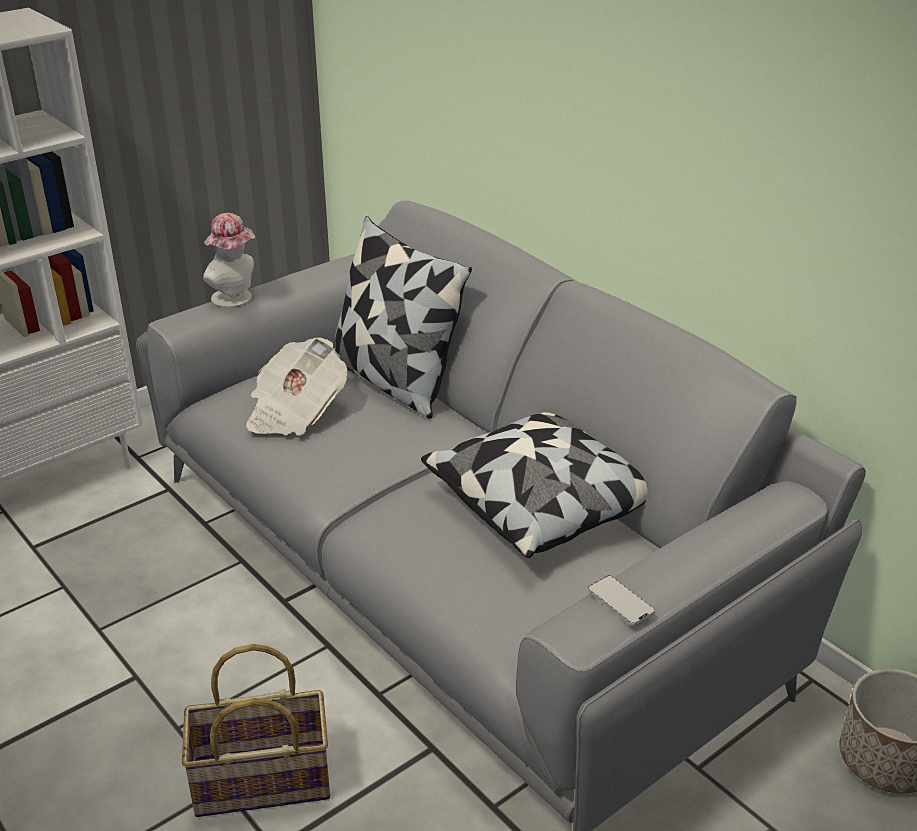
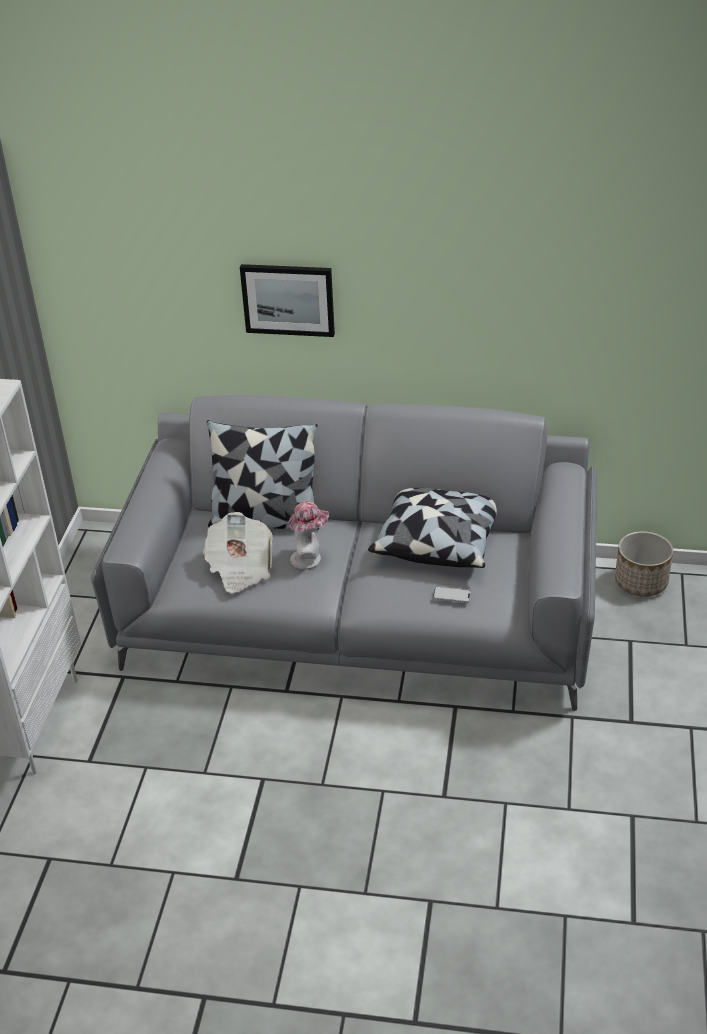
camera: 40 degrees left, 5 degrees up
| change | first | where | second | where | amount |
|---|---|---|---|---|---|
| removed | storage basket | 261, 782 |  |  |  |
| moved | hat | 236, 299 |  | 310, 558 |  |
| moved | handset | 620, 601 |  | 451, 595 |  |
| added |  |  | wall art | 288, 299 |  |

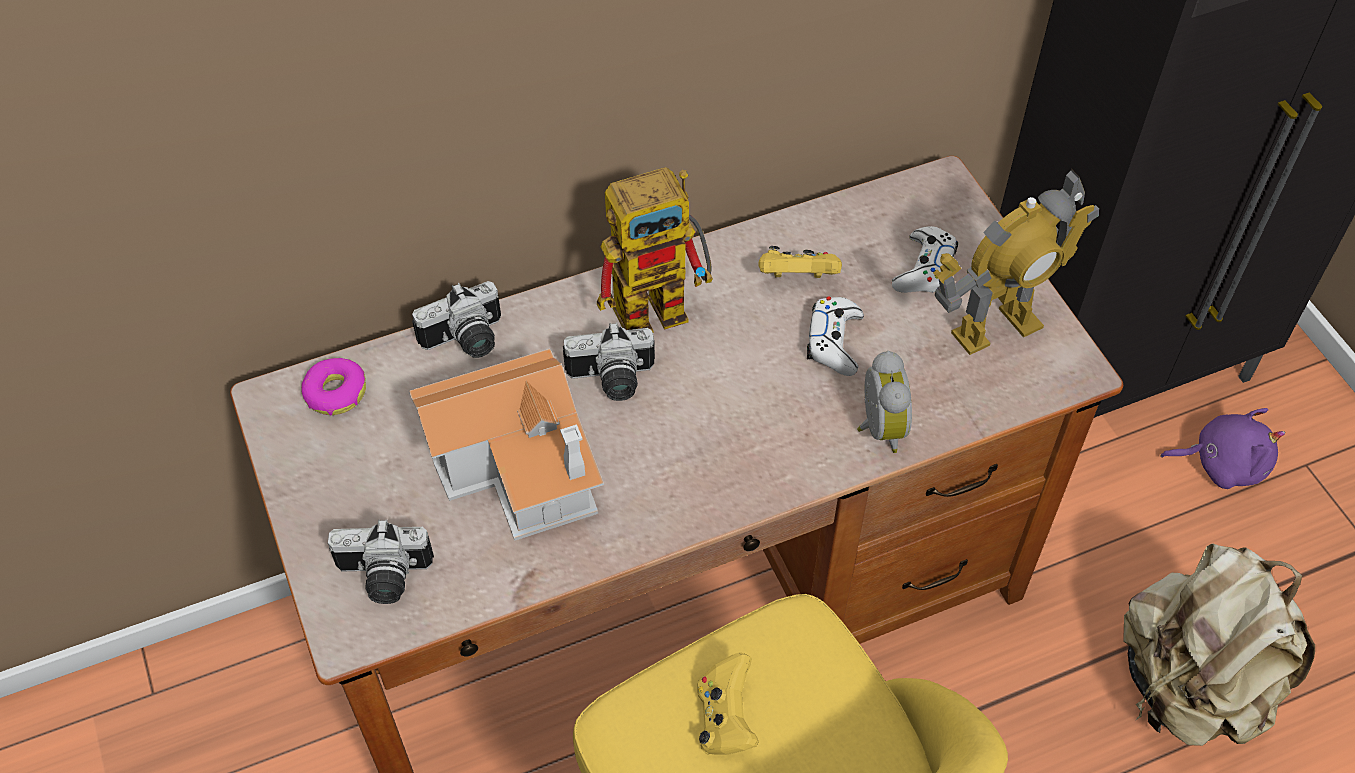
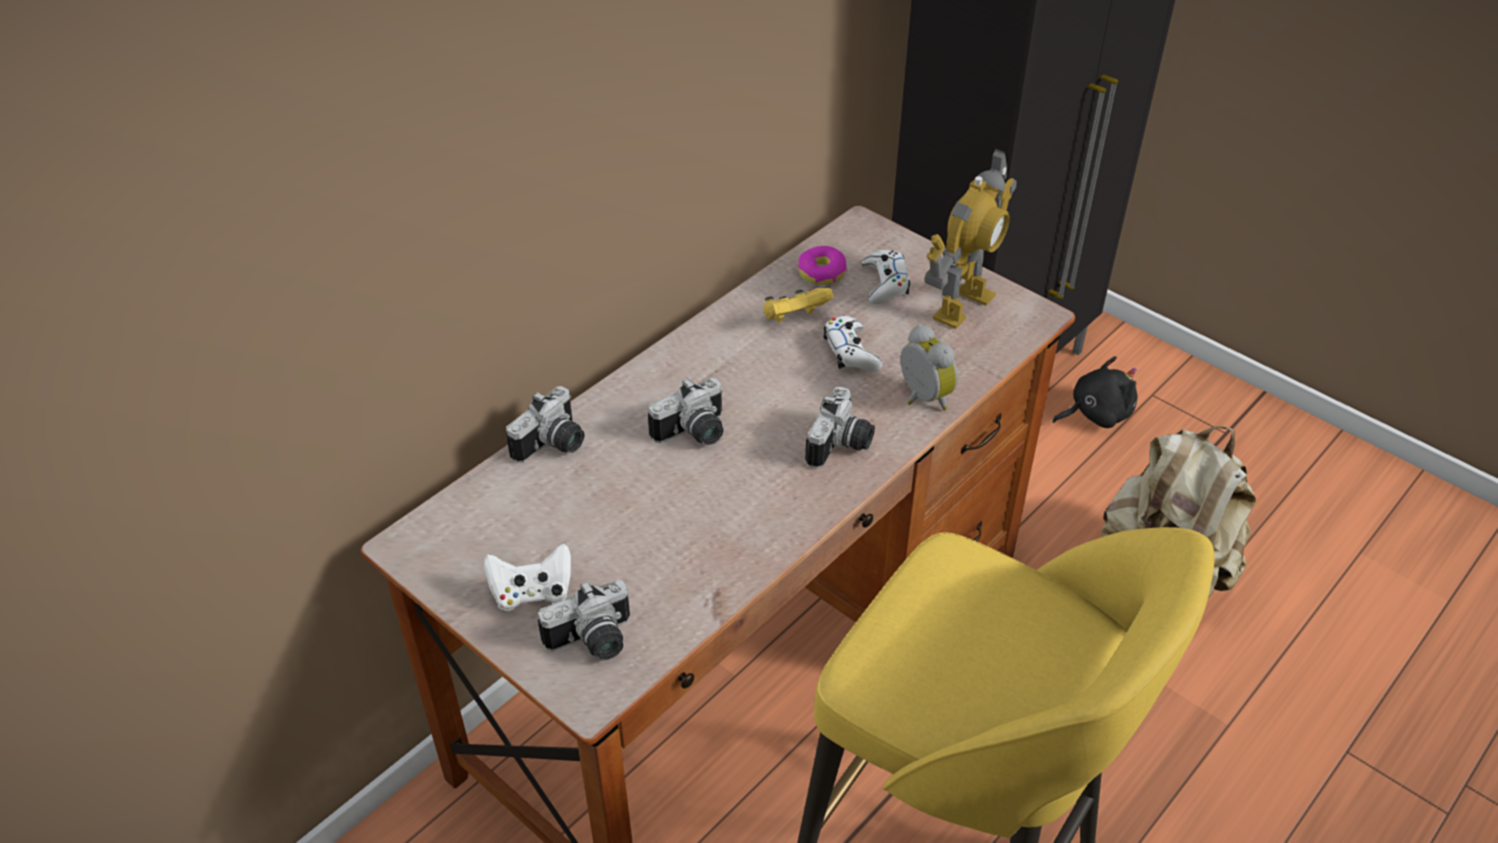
camera: 25 degrees left, 10 degrees down
| change | first | where | second | where | amount |
|---|---|---|---|---|---|
| moved | ring doughnut | 335, 393 |  | 821, 272 |  |
| removed | model house | 522, 465 |  |  |  |
| removed | toy robot | 663, 304 |  |  |  |
| removed | gamepad in yellowish | 725, 719 |  |  |  |
| recoloured | soft toy in purple-coloured | 1222, 463 | soft toy in black-coloured | 1096, 413 |  |
| added |  |  | gamepad in whitish | 532, 593 |  |
| added |  |  | photo camera | 842, 446 |  |

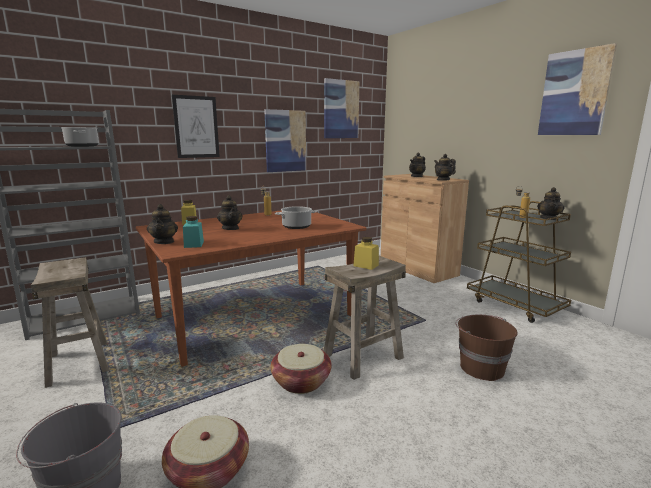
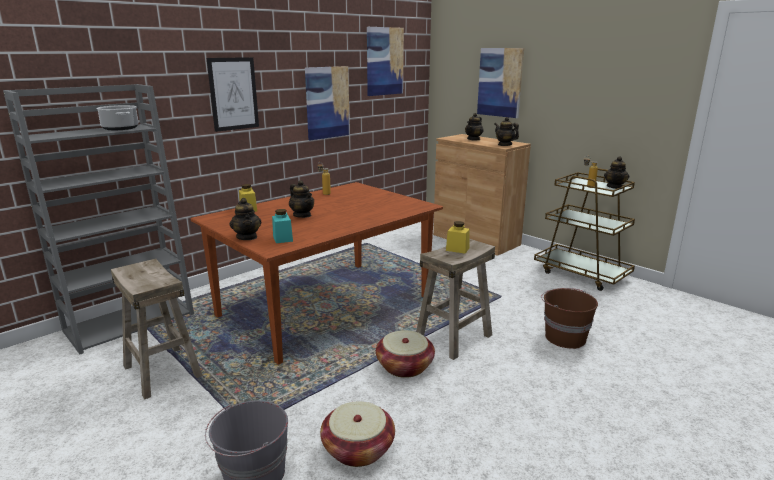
camera: 10 degrees left, 5 degrees up
| change | first | where | second | where | amount |
|---|---|---|---|---|---|
| removed | stockpot | 296, 226 |  |  |  |
| moved | wall art | 574, 93 |  | 500, 82 |  |

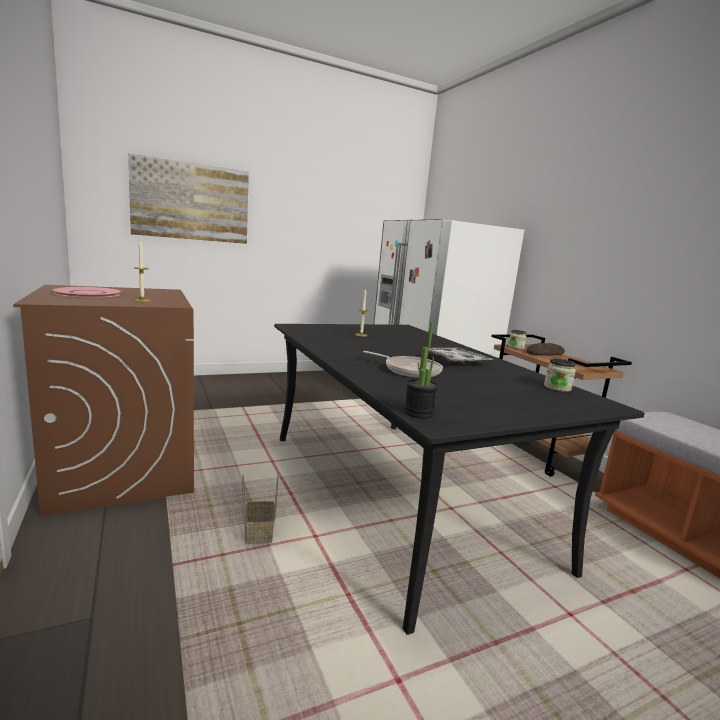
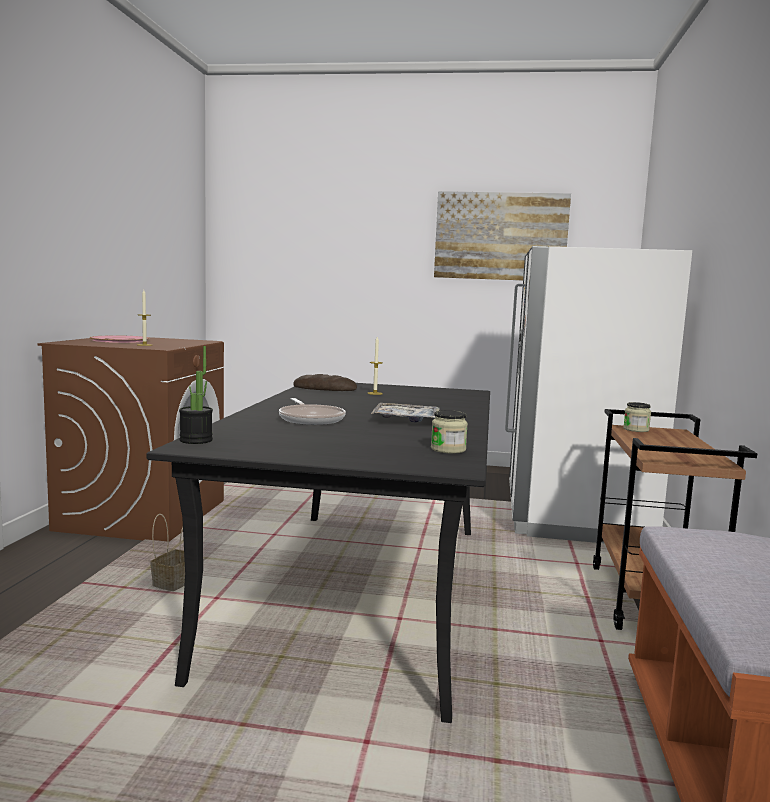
camera: 35 degrees right, 5 degrees down
| change | first | where | second | where | amount |
|---|---|---|---|---|---|
| moved | wall art | 191, 202 |  | 500, 236 |  |
| moved | baked bread | 545, 353 |  | 325, 389 |  |

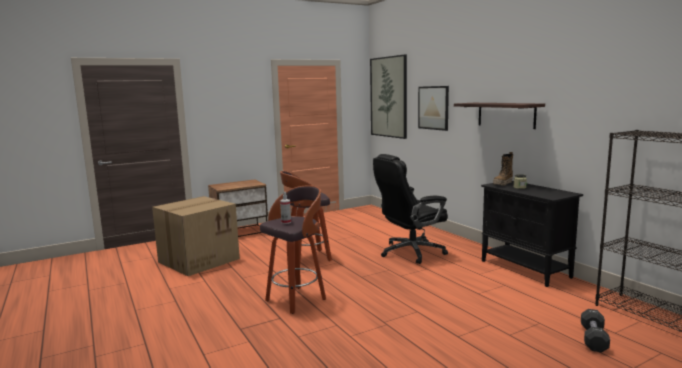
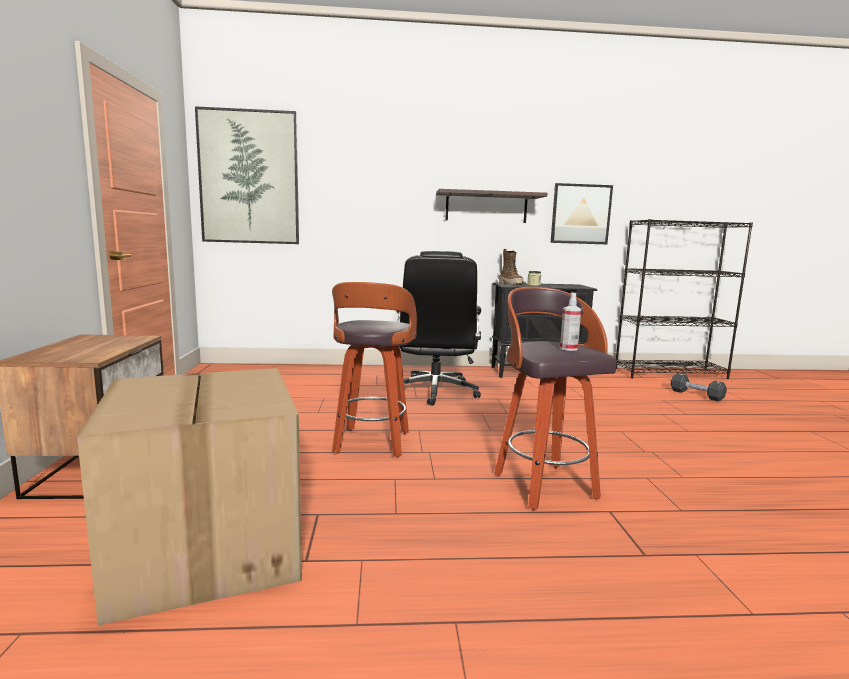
camera: 65 degrees left, 0 degrees up
| change | first | where | second | where | amount |
|---|---|---|---|---|---|
| moved | wall art | 433, 107 |  | 580, 214 |  |

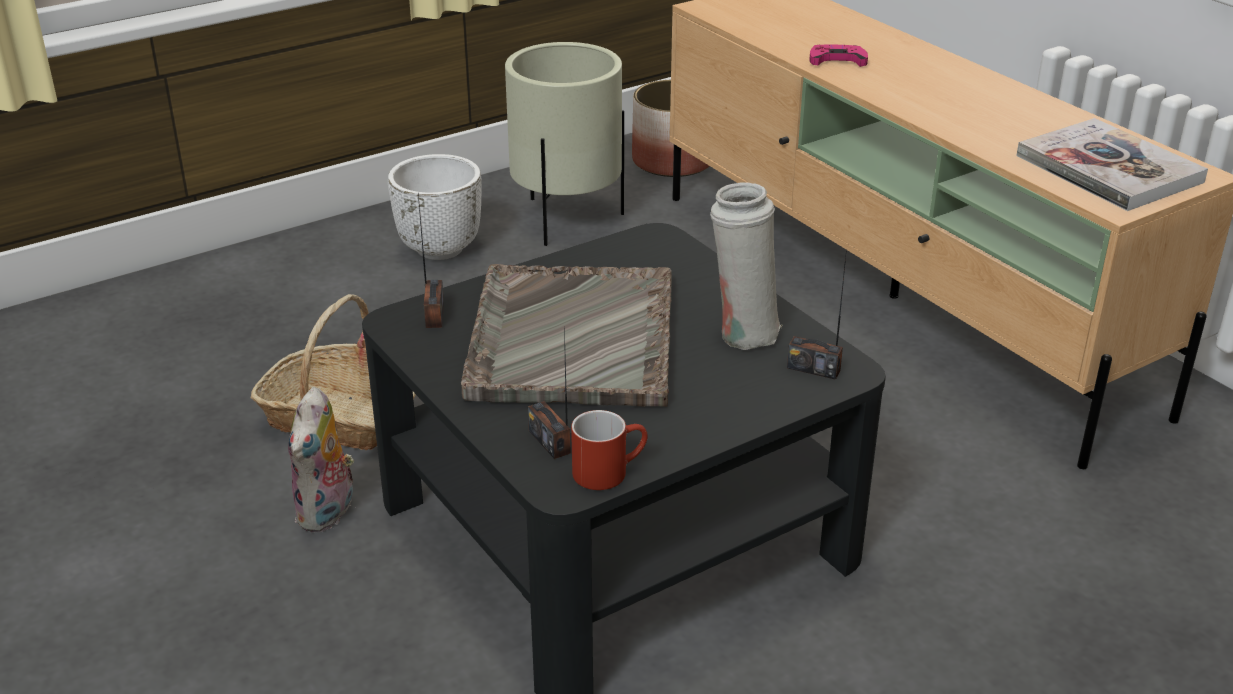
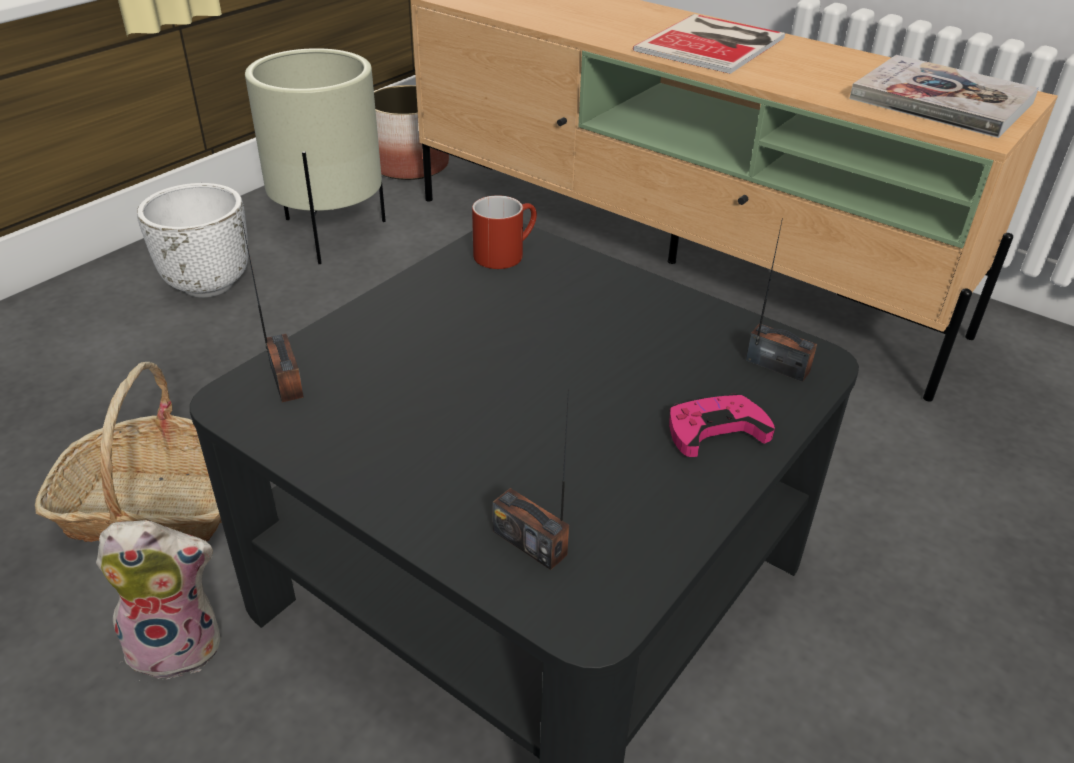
camera: 20 degrees left, 5 degrees up
| change | first | where | second | where | amount |
|---|---|---|---|---|---|
| turned | soft toy | 328, 513 |  | 179, 643 | 90 degrees counterclockwise |
| removed | serving tray in grey | 572, 339 |  |  |  |
| moved | coffee mug in red | 609, 470 |  | 505, 253 |  |
| removed | decorative vase in whitish | 743, 333 |  |  |  |
| turned | radio set | 813, 369 |  | 777, 366 | 150 degrees counterclockwise |
| moved | gamepad in pinkish | 837, 60 |  | 715, 430 |  |
| added |  |  | bound book | 715, 44 |  |

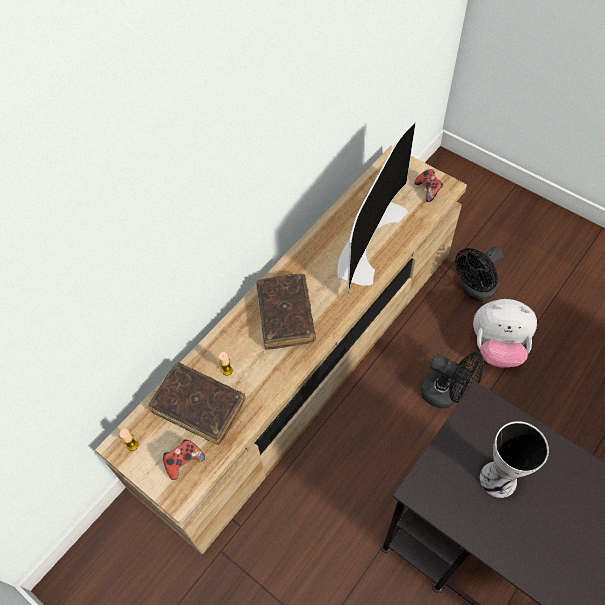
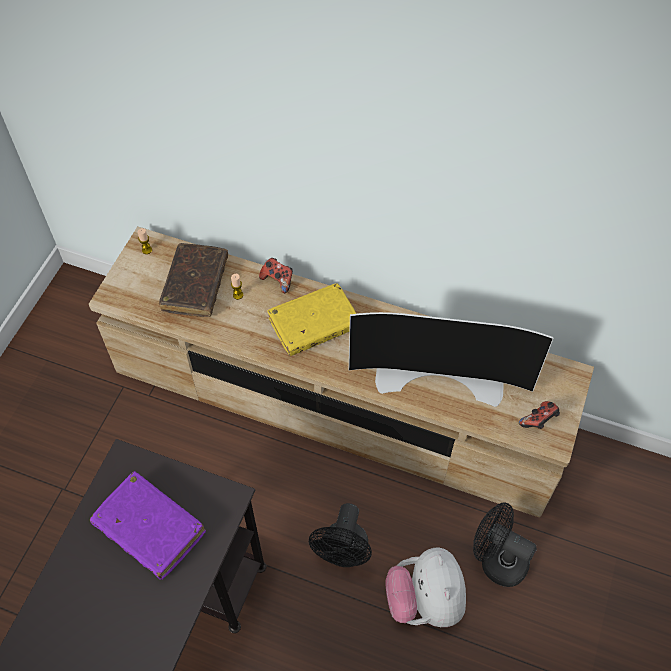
camera: 70 degrees right, 0 degrees up
| change | first | where | second | where | amount |
|---|---|---|---|---|---|
| moved | gamepad | 184, 461 |  | 278, 280 |  |
| recoloured | bound book in brownish | 285, 315 | bound book in yellowish | 314, 325 |  |
| replaced | decorative vase | 500, 479 | bound book in purple-coloured | 150, 529 |  |

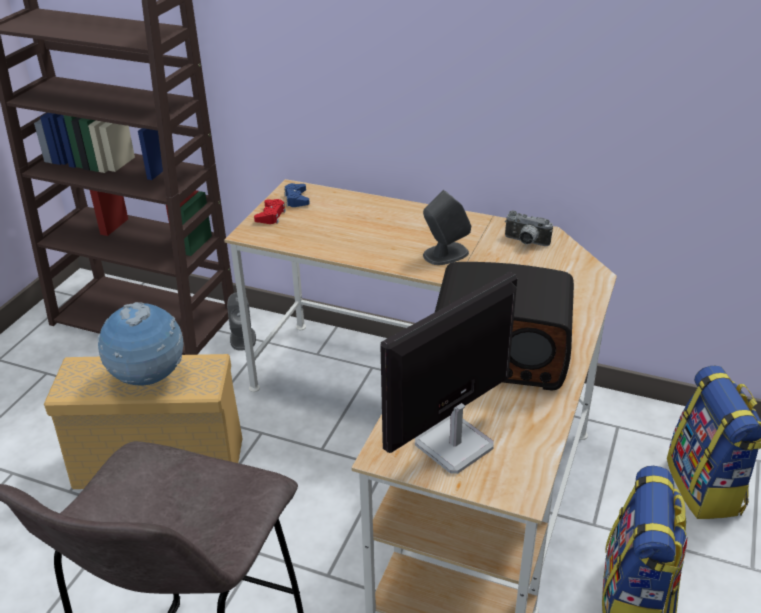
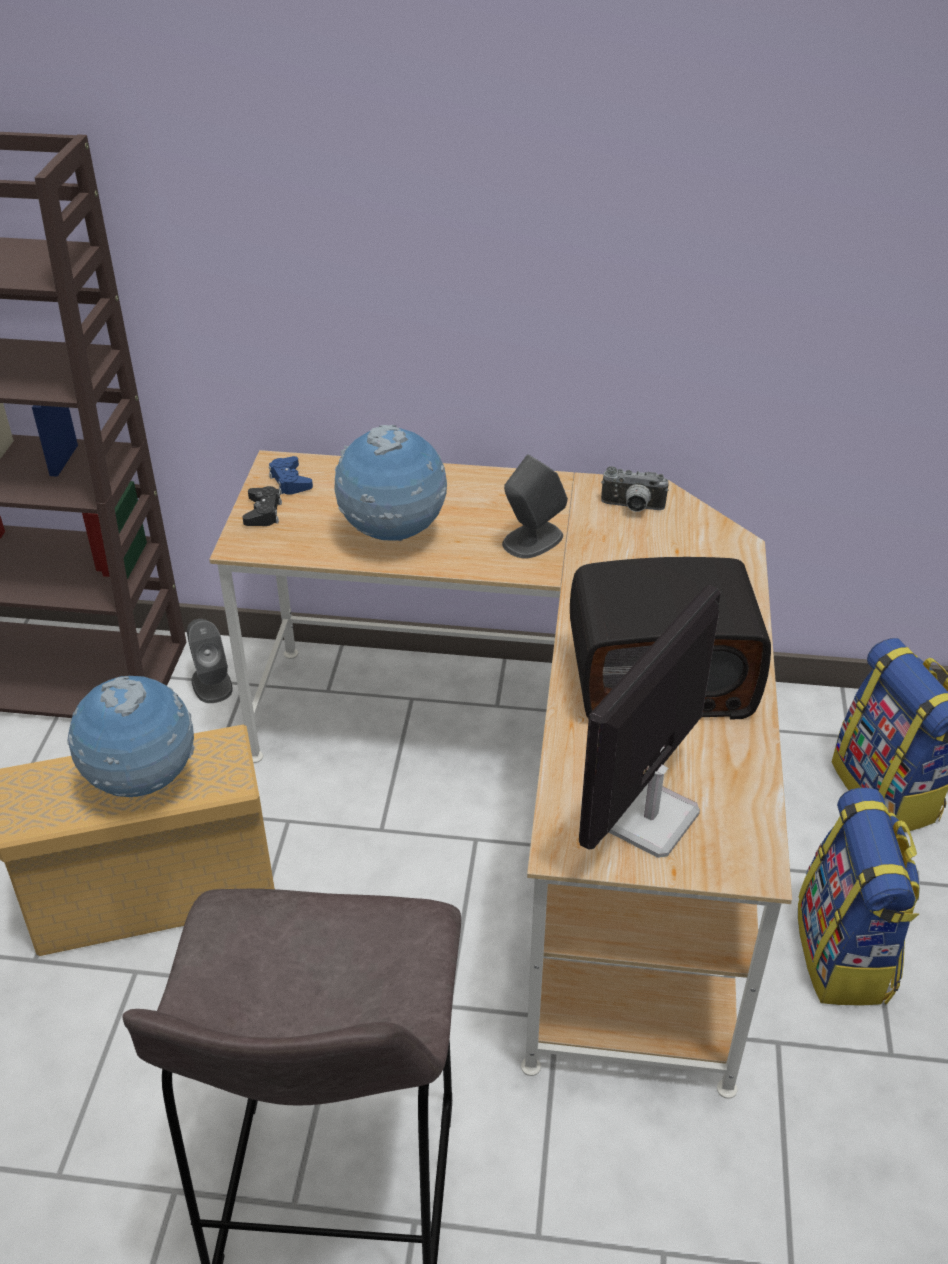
camera: 15 degrees left, 5 degrees up
| change | first | where | second | where | amount |
|---|---|---|---|---|---|
| recoloured | gamepad in red | 271, 216 | gamepad in black-coloured | 263, 512 |  |
| added |  |  | globe | 393, 535 |  |

